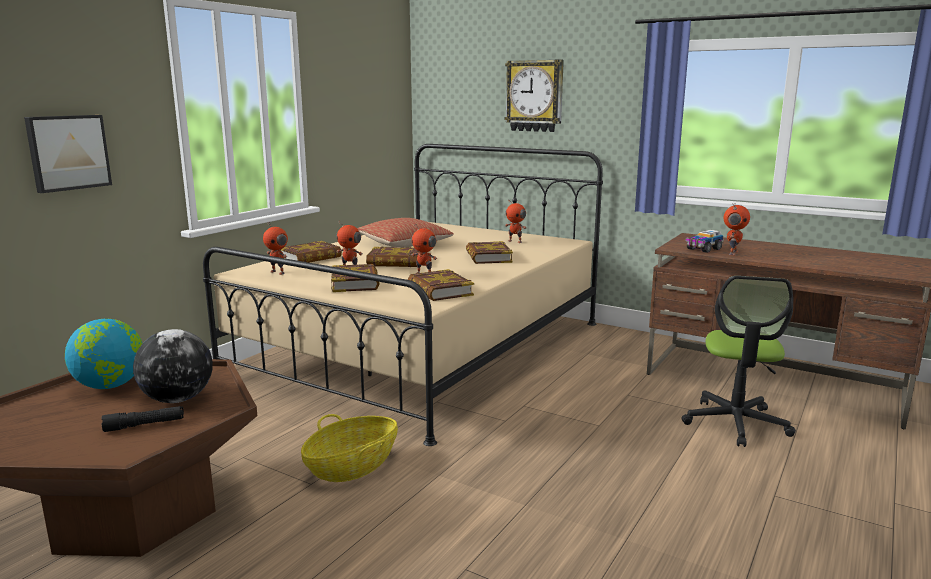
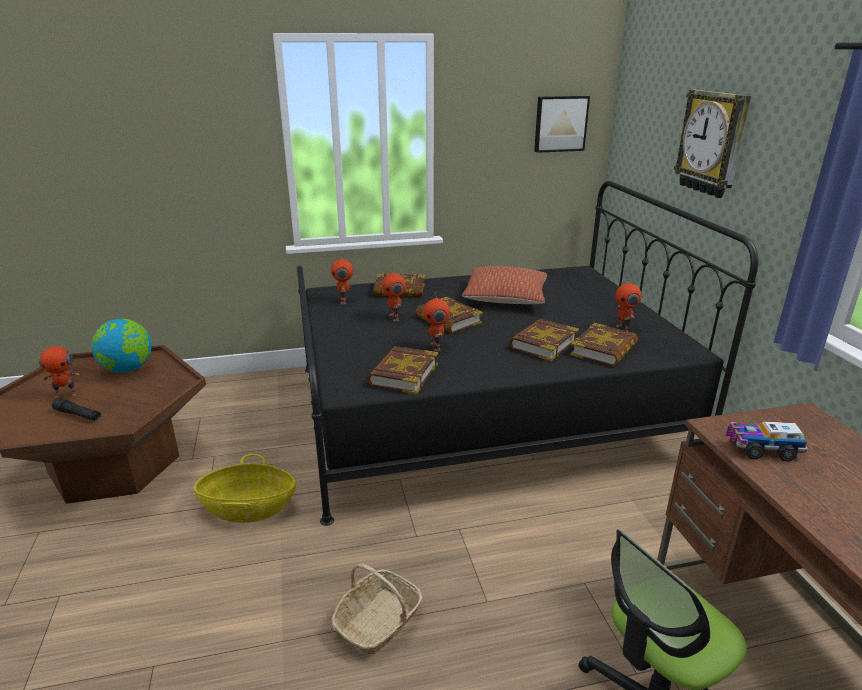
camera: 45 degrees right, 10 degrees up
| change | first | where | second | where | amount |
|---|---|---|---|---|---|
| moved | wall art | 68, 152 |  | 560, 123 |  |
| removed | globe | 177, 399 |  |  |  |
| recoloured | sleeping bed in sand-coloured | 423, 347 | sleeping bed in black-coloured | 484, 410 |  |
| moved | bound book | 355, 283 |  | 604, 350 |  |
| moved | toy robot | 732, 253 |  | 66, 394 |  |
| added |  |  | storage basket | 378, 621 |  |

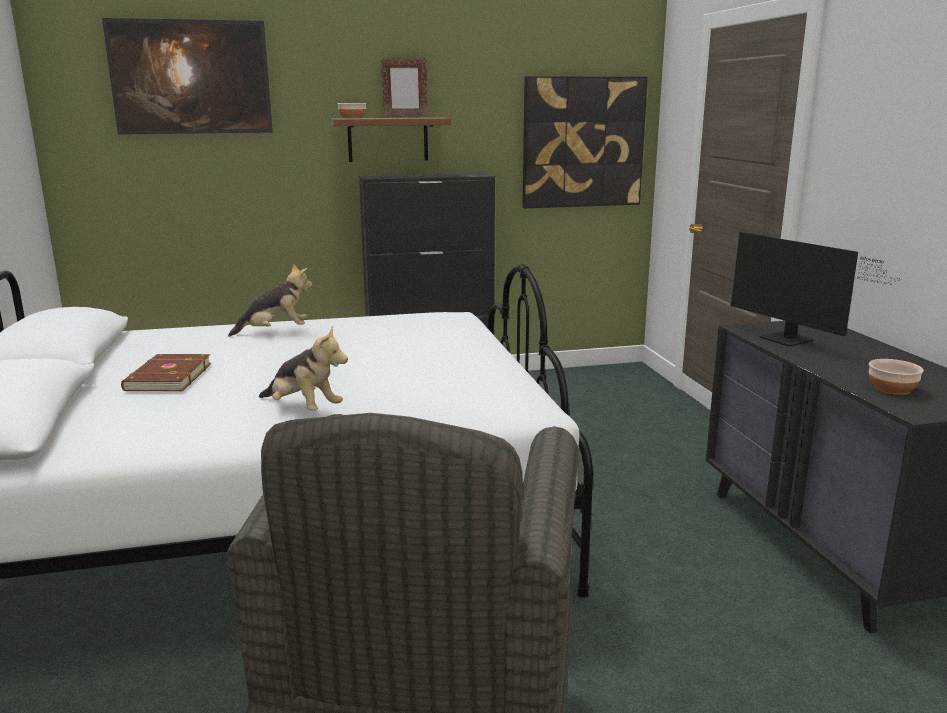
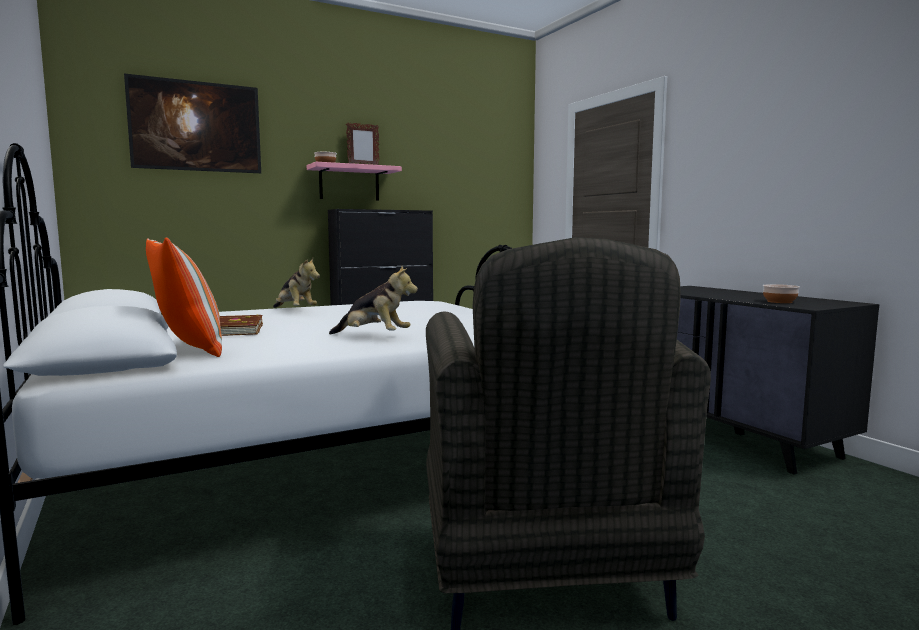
camera: 15 degrees left, 10 degrees down
| change | first | where | second | where | amount |
|---|---|---|---|---|---|
| turned | soft toy | 275, 332 |  | 295, 310 | 75 degrees clockwise |
| recoloured | bracket shelf in brownish | 388, 139 | bracket shelf in pinkish | 349, 183 |  |
| removed | wall art | 583, 142 |  |  |  |
| removed | computer display | 790, 341 |  |  |  |
| added |  |  | cushion | 189, 349 |  |

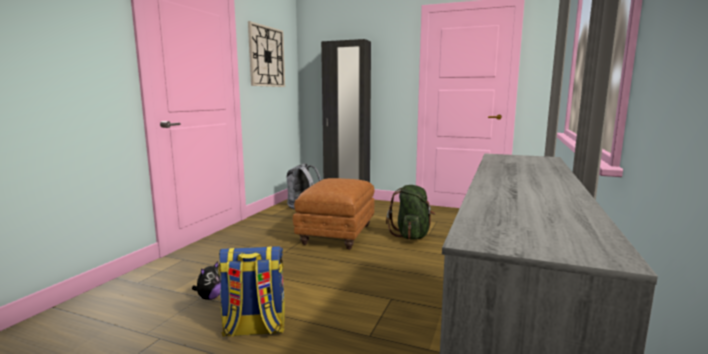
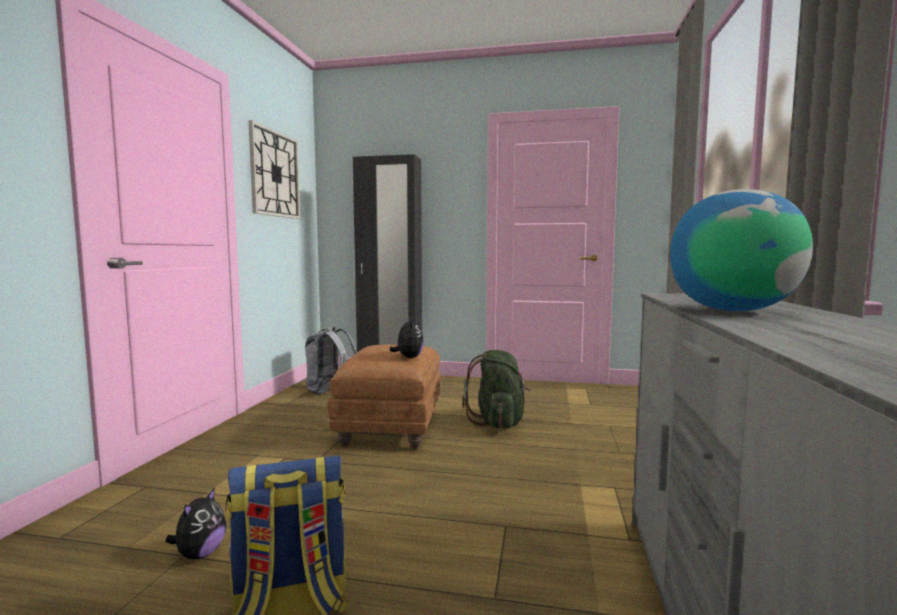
camera: 10 degrees left, 5 degrees down
| change | first | where | second | where | amount |
|---|---|---|---|---|---|
| added |  |  | soft toy | 408, 357 |  |
| added |  |  | globe | 732, 310 |  |

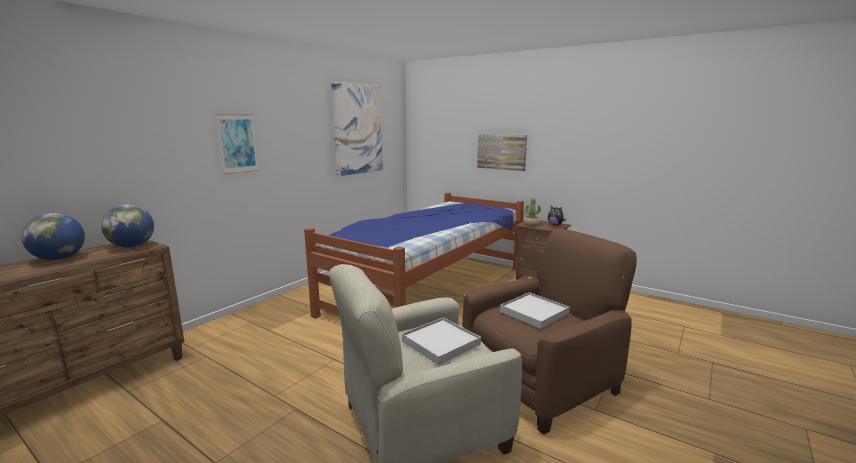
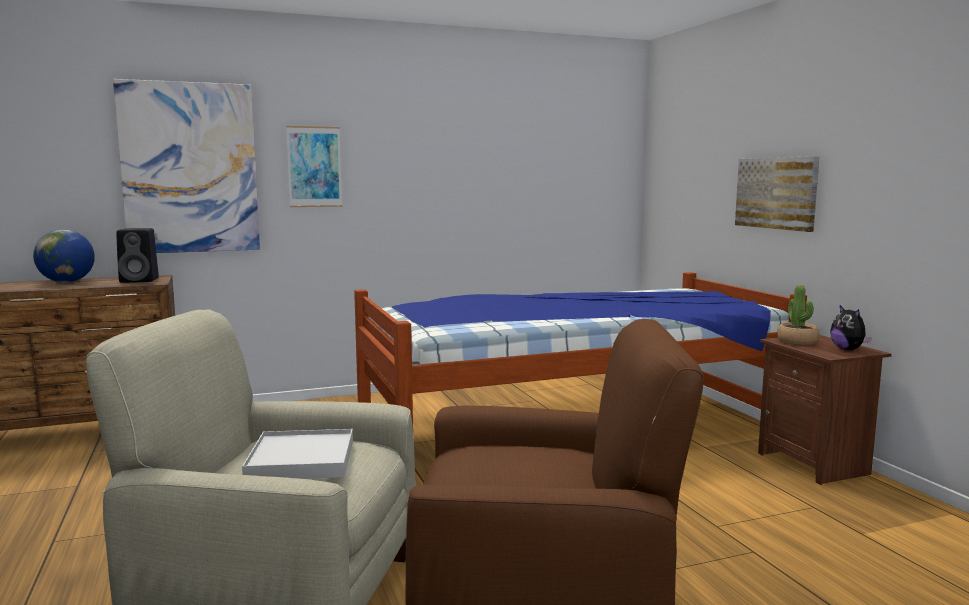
camera: 35 degrees right, 5 degrees down
| change | first | where | second | where | amount |
|---|---|---|---|---|---|
| replaced | globe | 132, 246 | loudspeaker in black-coloured | 140, 280 |  |
| moved | wall art | 357, 129 |  | 190, 168 |  |
| removed | serving tray in whitish | 534, 312 |  |  |  |

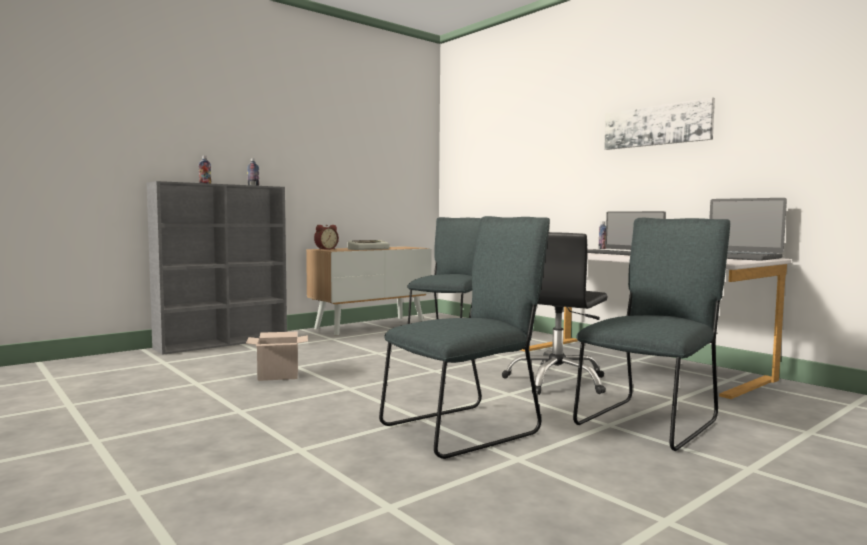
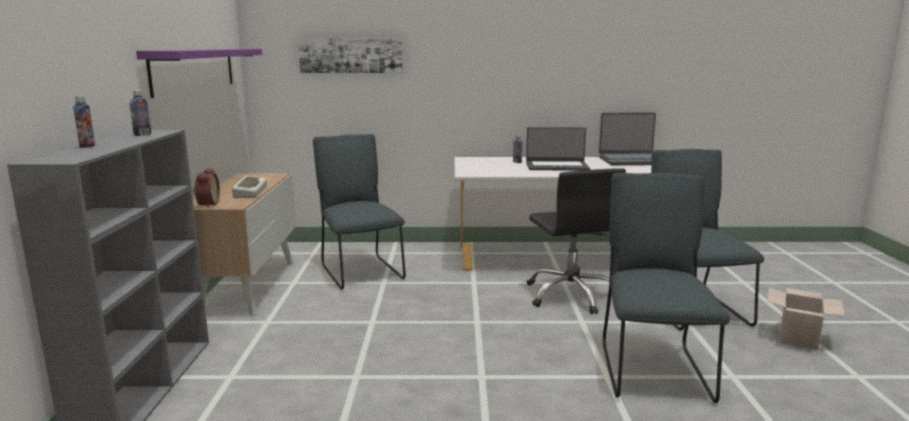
camera: 50 degrees left, 10 degrees up
| change | first | where | second | where | amount |
|---|---|---|---|---|---|
| moved | packing box | 277, 376 |  | 799, 338 |  |
| moved | wall art | 657, 125 |  | 351, 55 |  |
| added |  |  | bracket shelf in purple-coloured | 195, 69 |  |

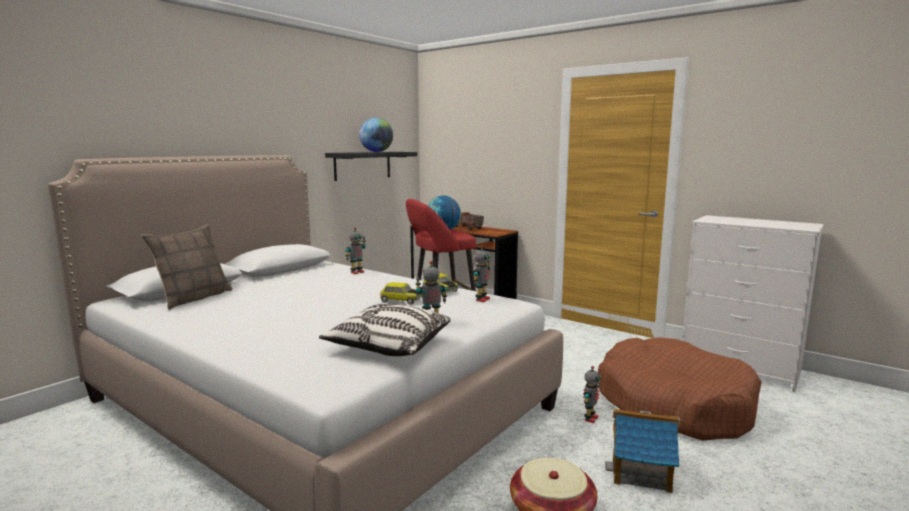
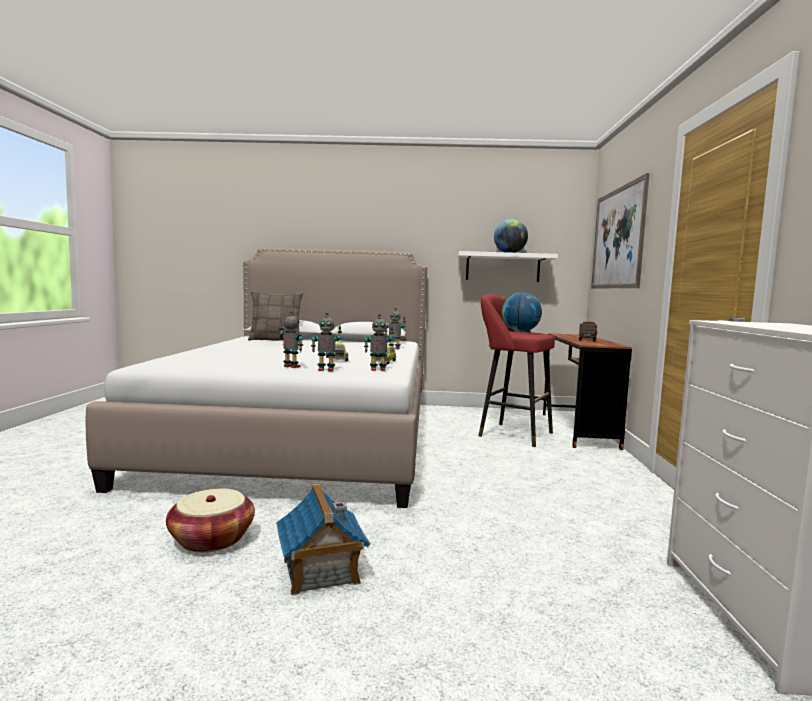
camera: 55 degrees right, 5 degrees down
| change | first | where | second | where | amount |
|---|---|---|---|---|---|
| removed | cushion | 389, 346 |  |  |  |
| recoloured | bracket shelf in black-coloured | 362, 165 | bracket shelf in whitish | 502, 267 |  |
| moved | toy robot | 590, 418 |  | 326, 370 |  |
| removed | dog cushion in brownish | 673, 404 |  |  |  |
| added |  |  | wall art | 617, 238 |  |

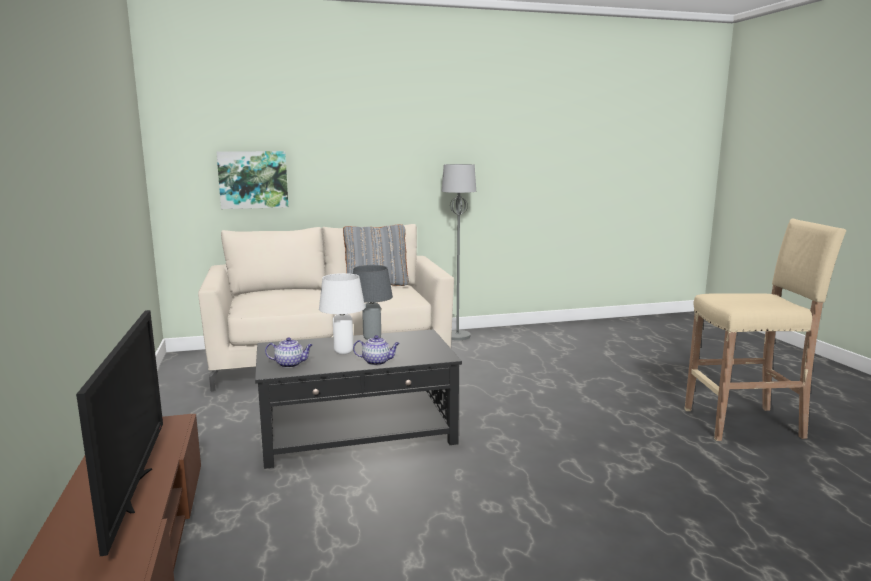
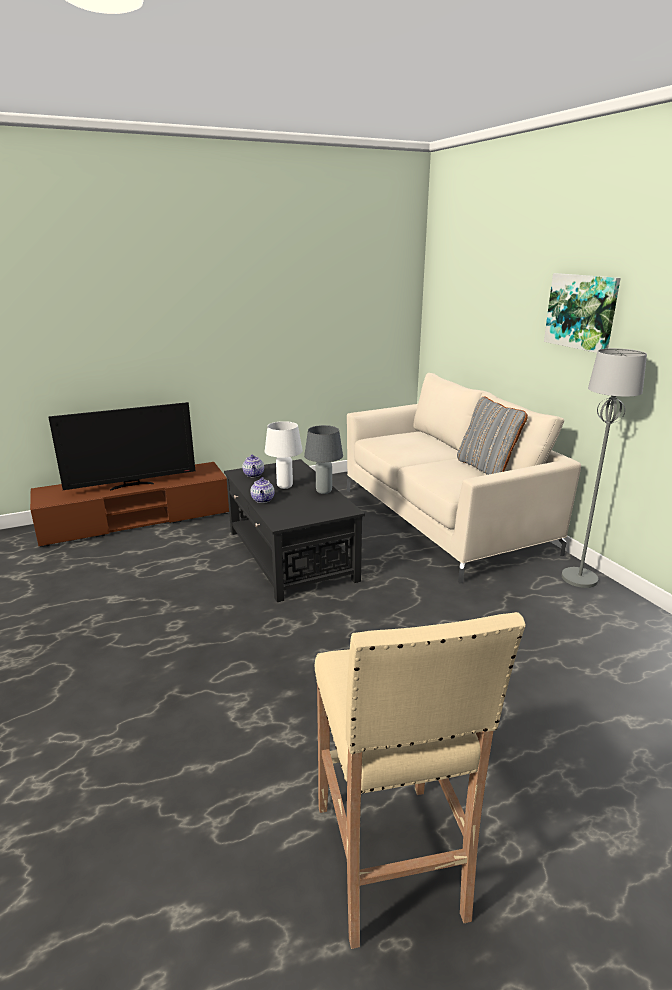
camera: 80 degrees right, 10 degrees up
| change | first | where | second | where | amount |
|---|---|---|---|---|---|
| moved | wall art | 253, 179 |  | 581, 312 |  |

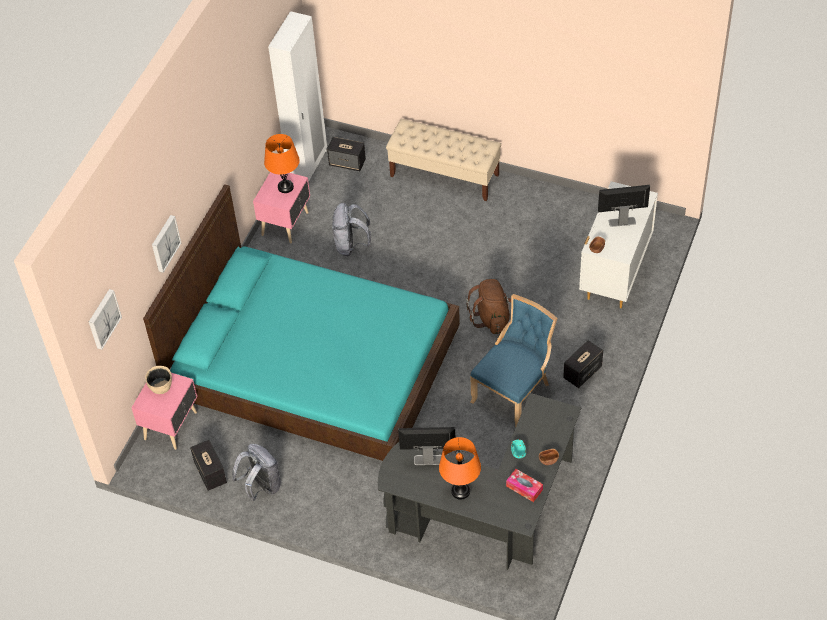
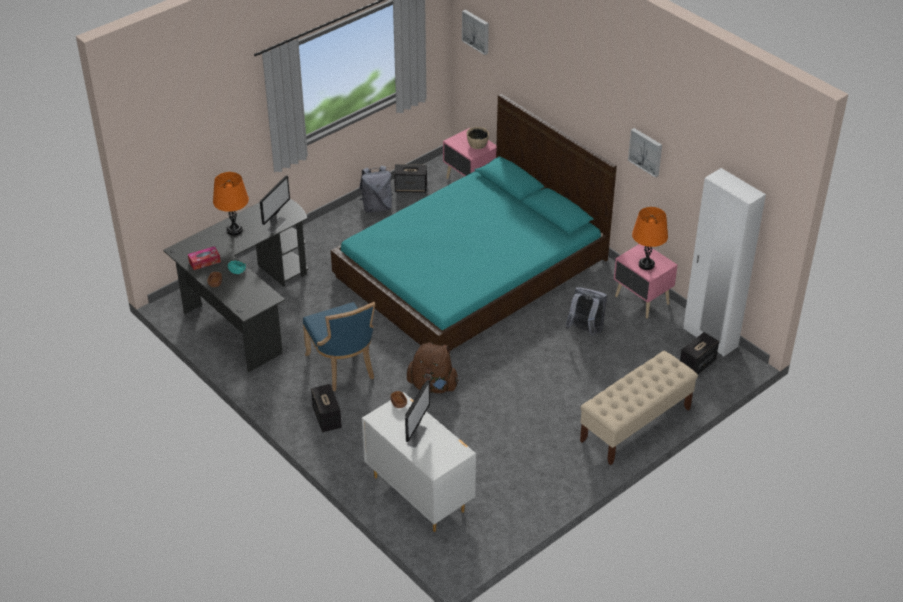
camera: 115 degrees right, 10 degrees down
| change | first | where | second | where | amount |
|---|---|---|---|---|---|
| moved | wall art | 164, 243 |  | 646, 151 |  |

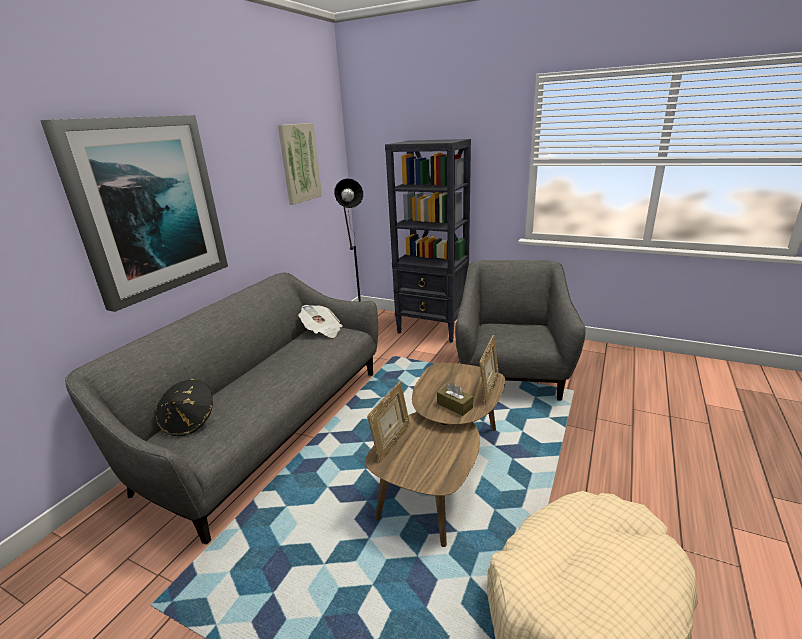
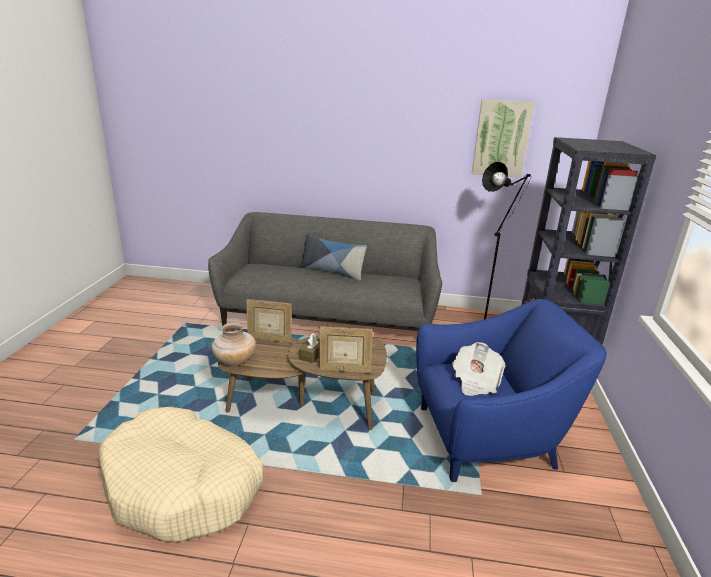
camera: 70 degrees right, 0 degrees up
| change | first | where | second | where | amount |
|---|---|---|---|---|---|
| removed | wall art | 148, 207 |  |  |  |
| removed | hat in black-coloured | 189, 421 |  |  |  |
| moved | daily paper | 322, 331 |  | 475, 381 |  |
| recoloured | armchair in grey | 511, 373 | armchair in blue-coloured | 487, 438 |  |
| added |  |  | decorative vase in sand-coloured | 234, 361 |  |
| added |  |  | cushion | 332, 271 |  |

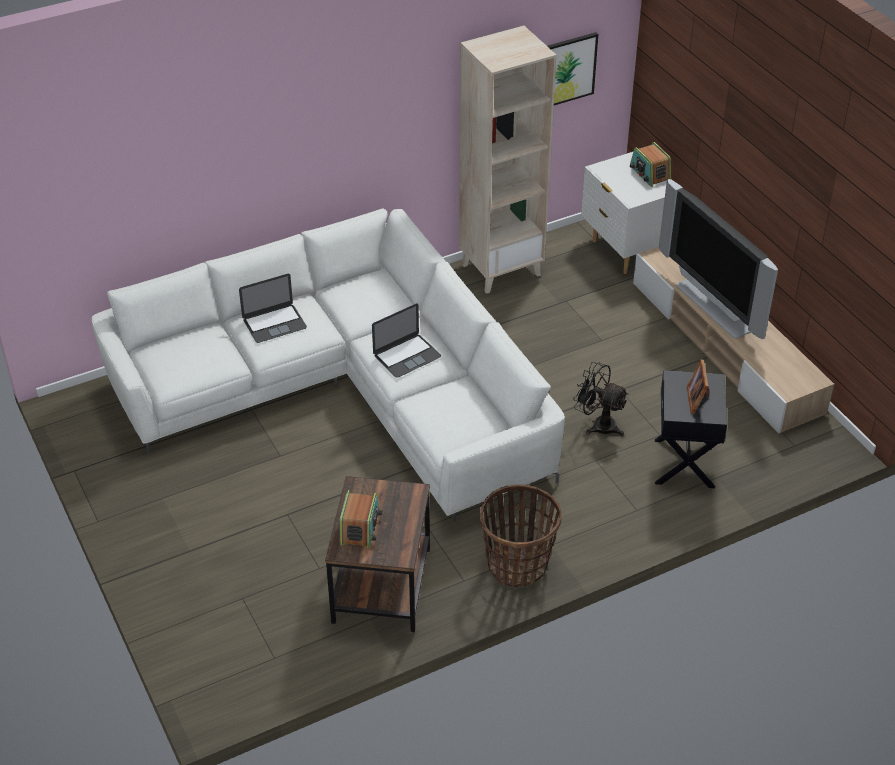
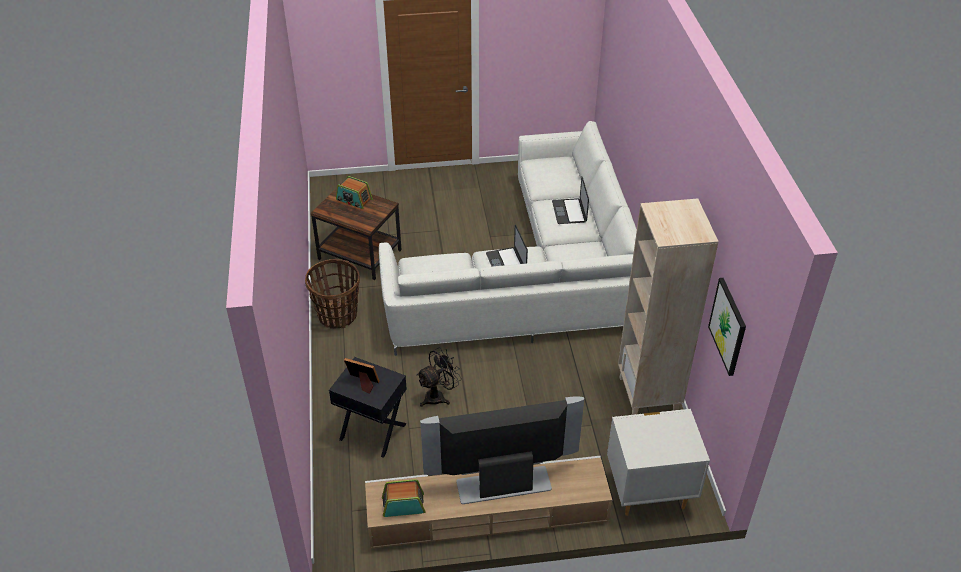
camera: 110 degrees right, 0 degrees up
| change | first | where | second | where | amount |
|---|---|---|---|---|---|
| moved | radio set | 649, 174 |  | 403, 505 |  |

